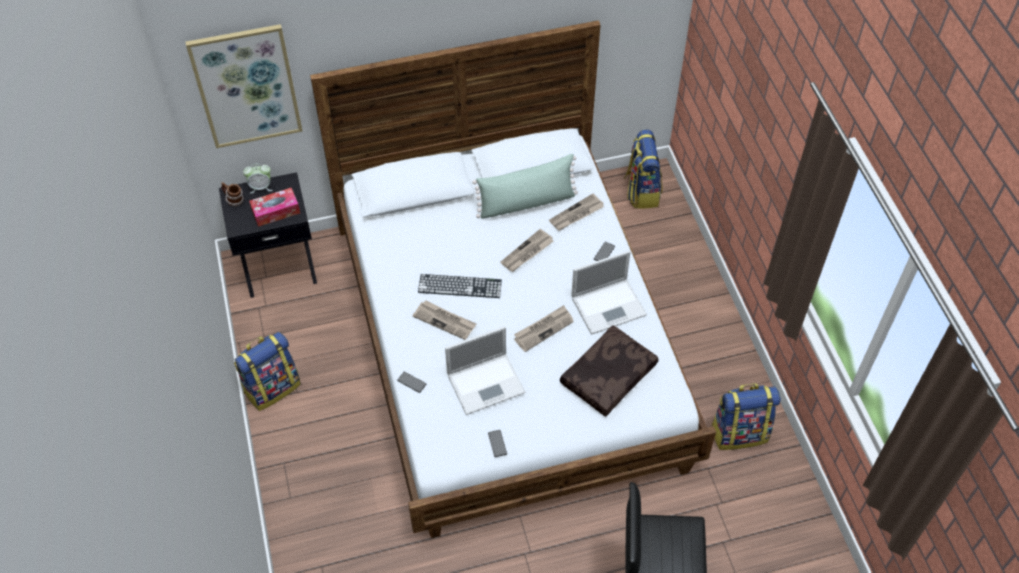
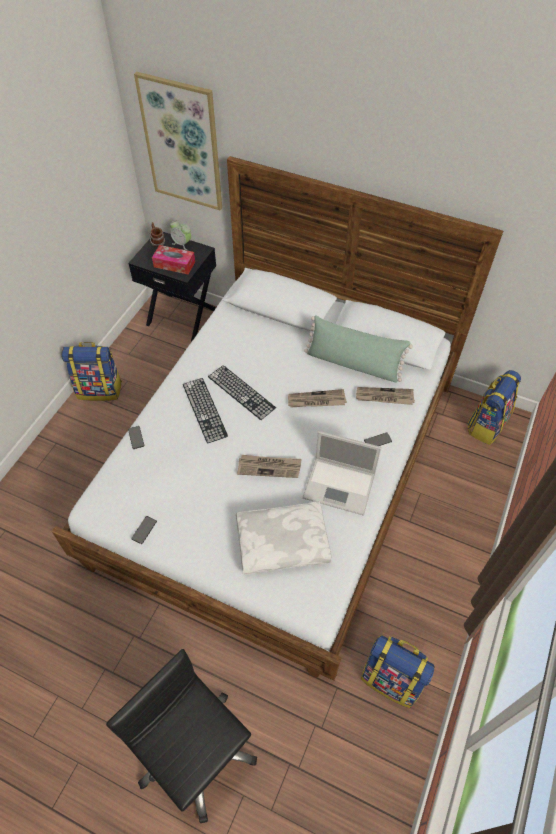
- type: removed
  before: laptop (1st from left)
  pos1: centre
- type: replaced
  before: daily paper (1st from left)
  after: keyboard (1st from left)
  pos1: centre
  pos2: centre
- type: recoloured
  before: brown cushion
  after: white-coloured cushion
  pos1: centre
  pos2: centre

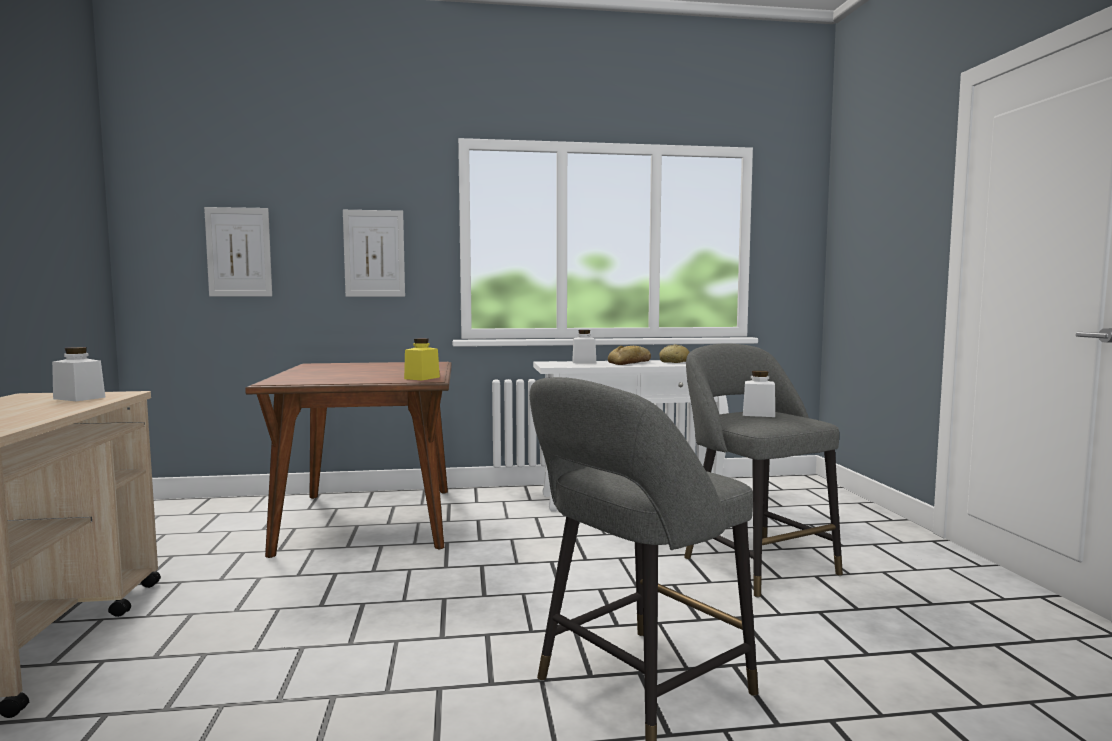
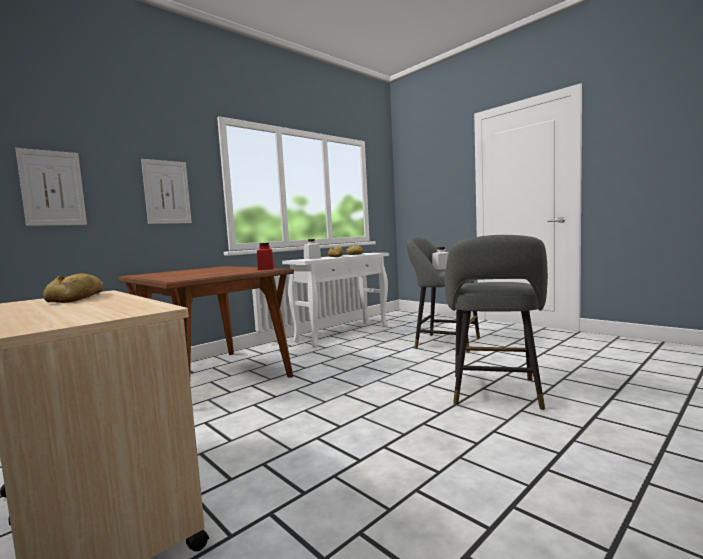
- type: replaced
  before: white-coloured preserve jar (1st from left)
  after: baked bread (1st from left)
  pos1: middle left
  pos2: middle left
- type: recoloured
  before: yellow preserve jar
  after: reddish preserve jar
  pos1: centre
  pos2: centre

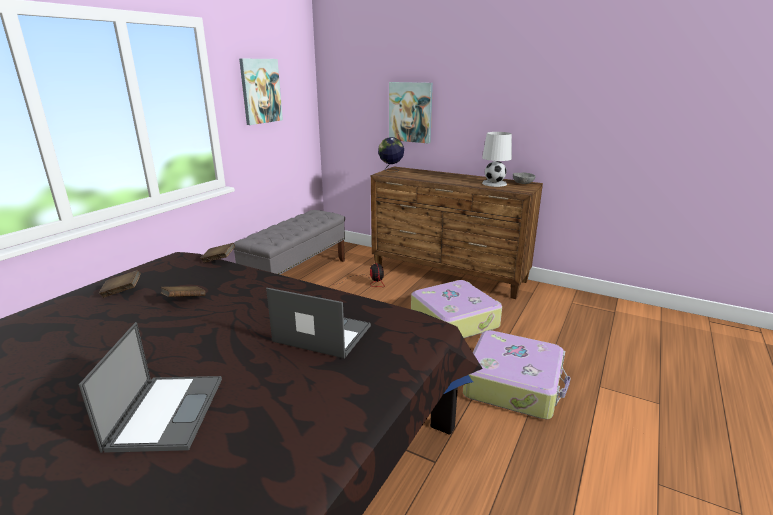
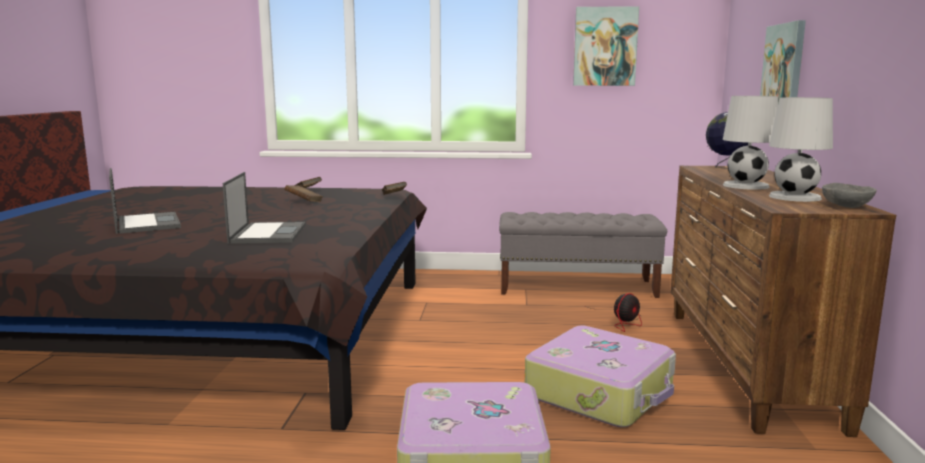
- type: added
  after: white-coloured table lamp (1st from left)
  pos2: top right
- type: turned
  before: laptop (1st from left)
  pos1: bottom left
  pos2: middle left
  turn: -90

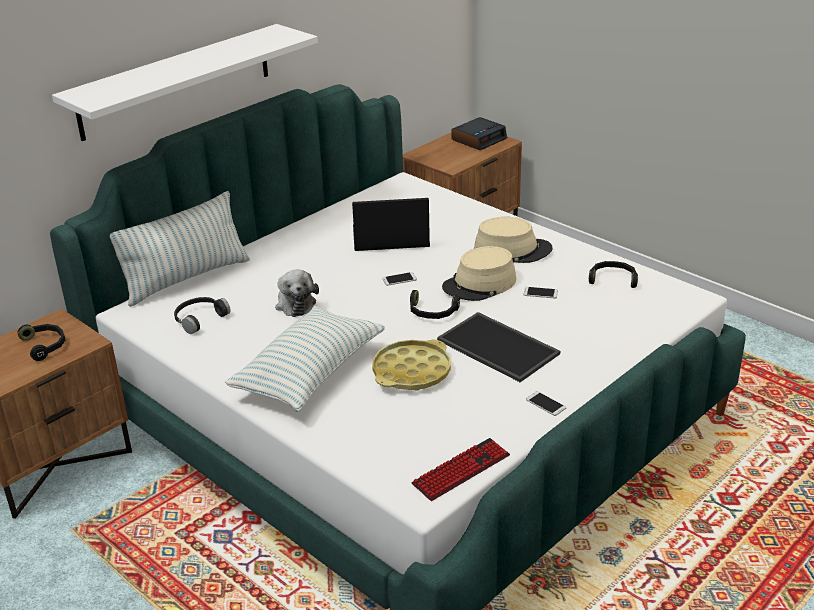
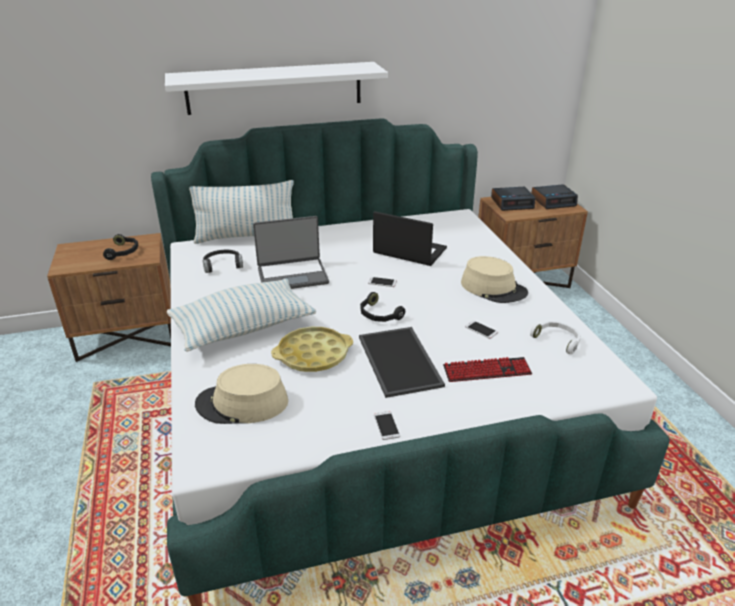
- type: added
  after: alarm clock (1st from left)
  pos2: top right
- type: moved
  before: keyboard
  pos1: bottom centre
  pos2: centre
- type: moved
  before: sand-coloured hat (1st from left)
  pos1: centre
  pos2: middle left
- type: replaced
  before: plush toy
  after: laptop (1st from left)
  pos1: centre
  pos2: centre
- type: recoloured
  before: black headset (4th from left)
  after: white-coloured headset
  pos1: middle right
  pos2: middle right

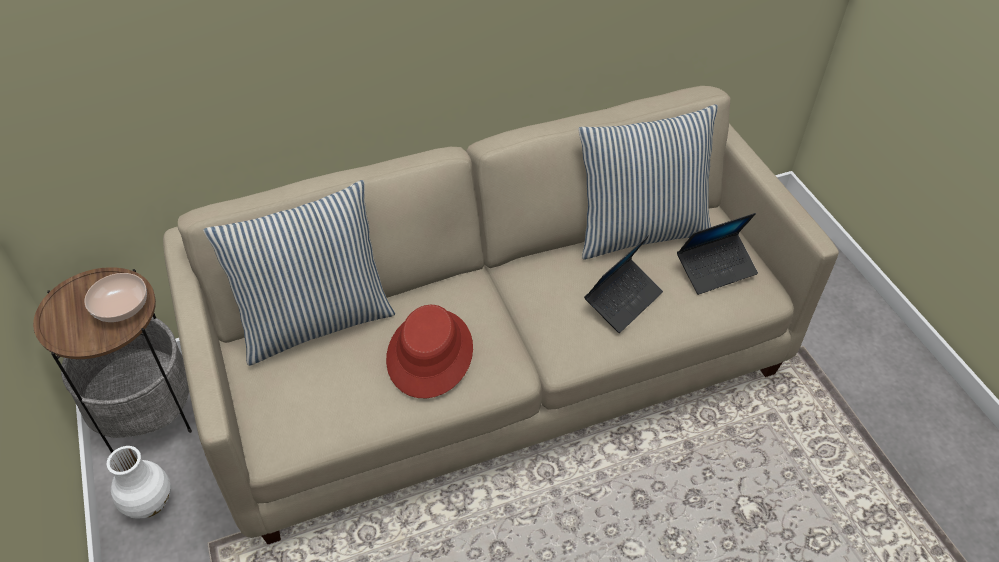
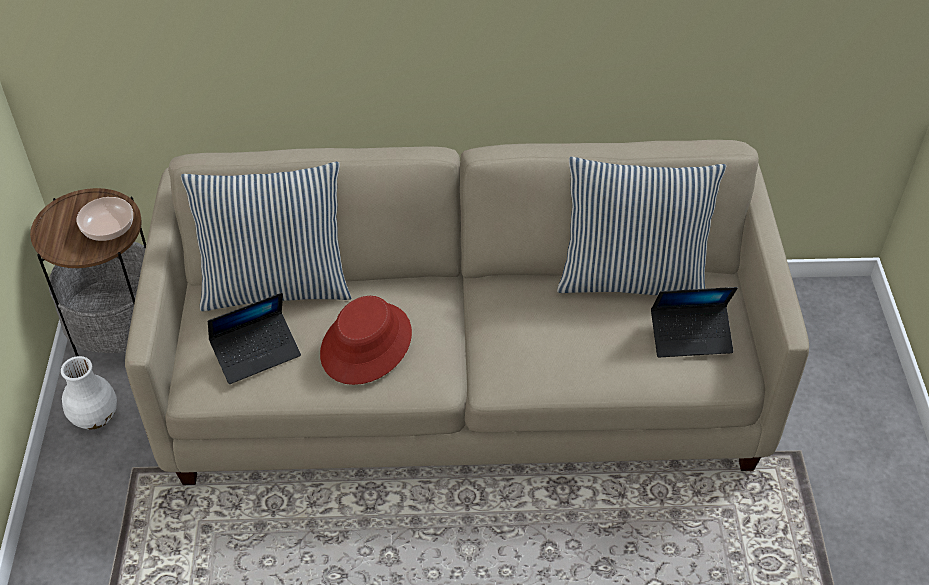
- type: moved
  before: laptop (1st from left)
  pos1: centre
  pos2: middle left

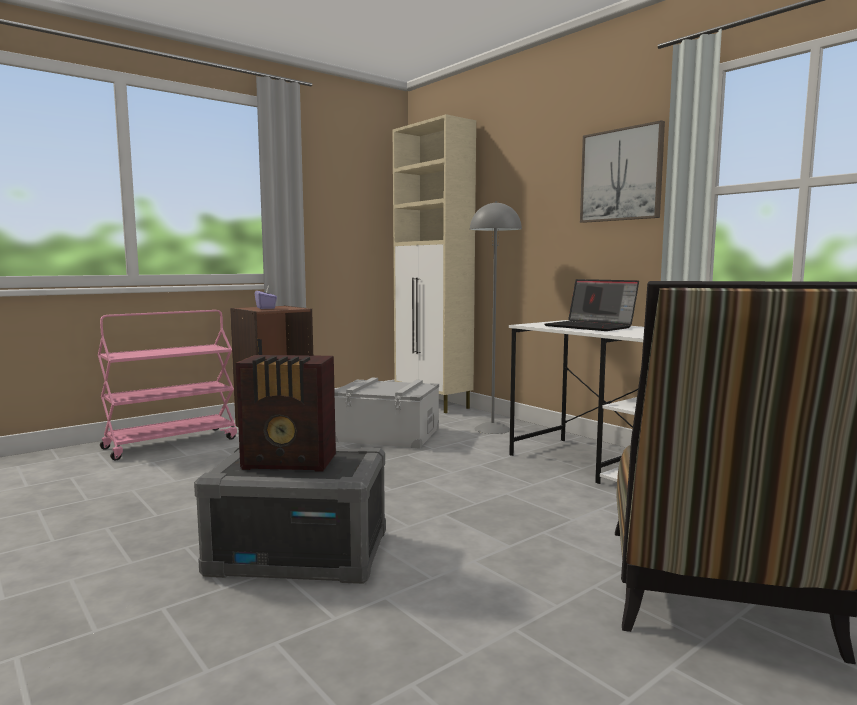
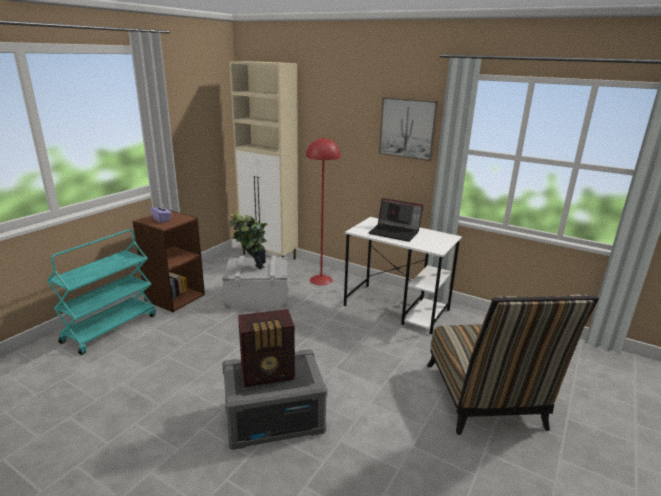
- type: added
  after: houseplant
  pos2: centre
- type: recoloured
  before: pink cart
  after: turquoise-coloured cart
  pos1: middle left
  pos2: middle left
- type: recoloured
  before: gray standard lamp
  after: reddish standard lamp
  pos1: centre
  pos2: centre

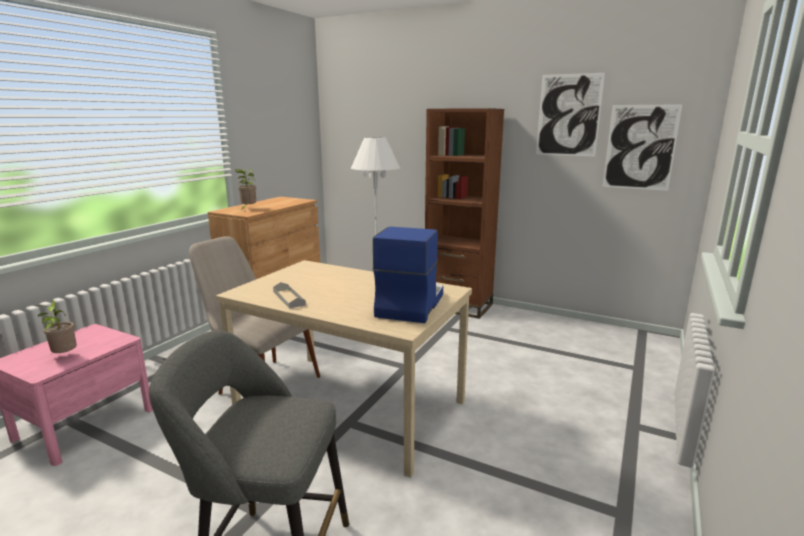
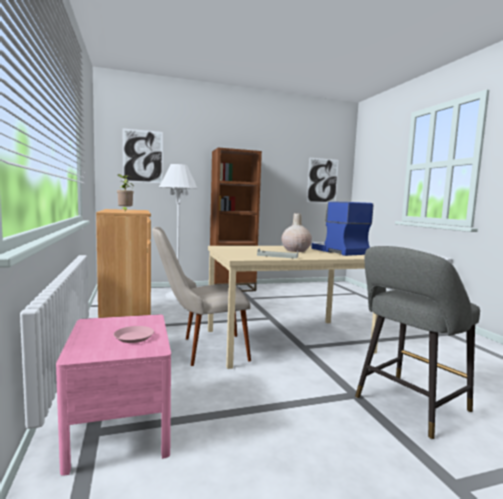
- type: added
  after: sand-coloured flower vase
  pos2: centre
- type: moved
  before: wall picture (1st from left)
  pos1: top right
  pos2: top left
- type: replaced
  before: houseplant (1st from left)
  after: pink flat dish
  pos1: middle left
  pos2: bottom left

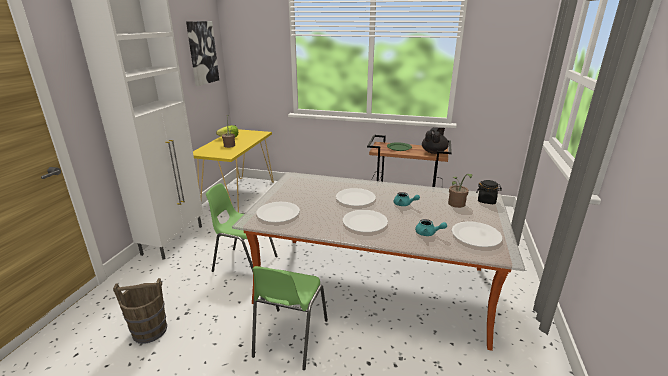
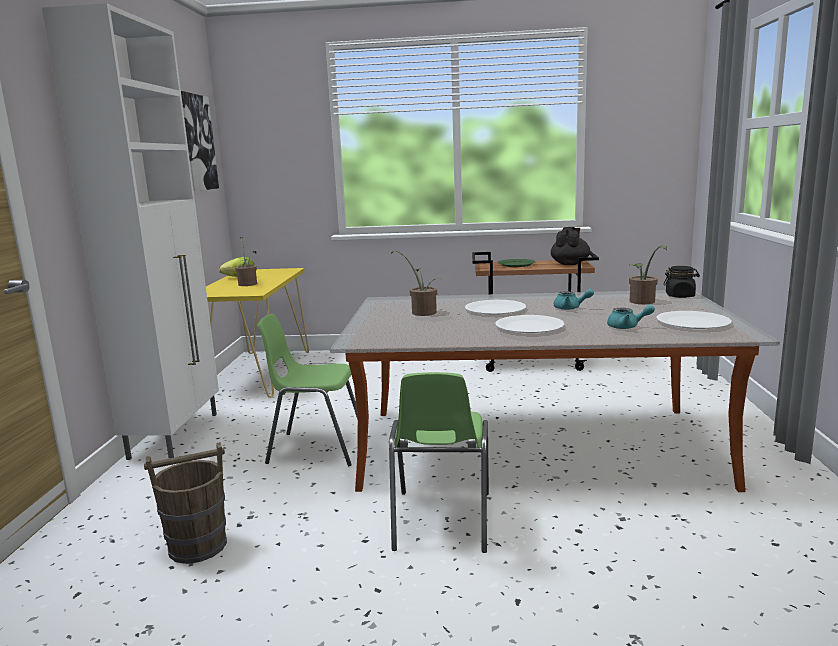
- type: removed
  before: white-coloured flat dish (1st from left)
  pos1: centre
- type: added
  after: houseplant (2nd from left)
  pos2: centre

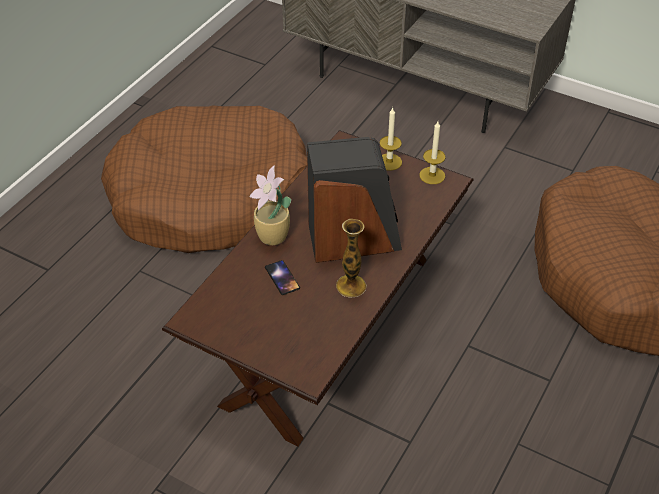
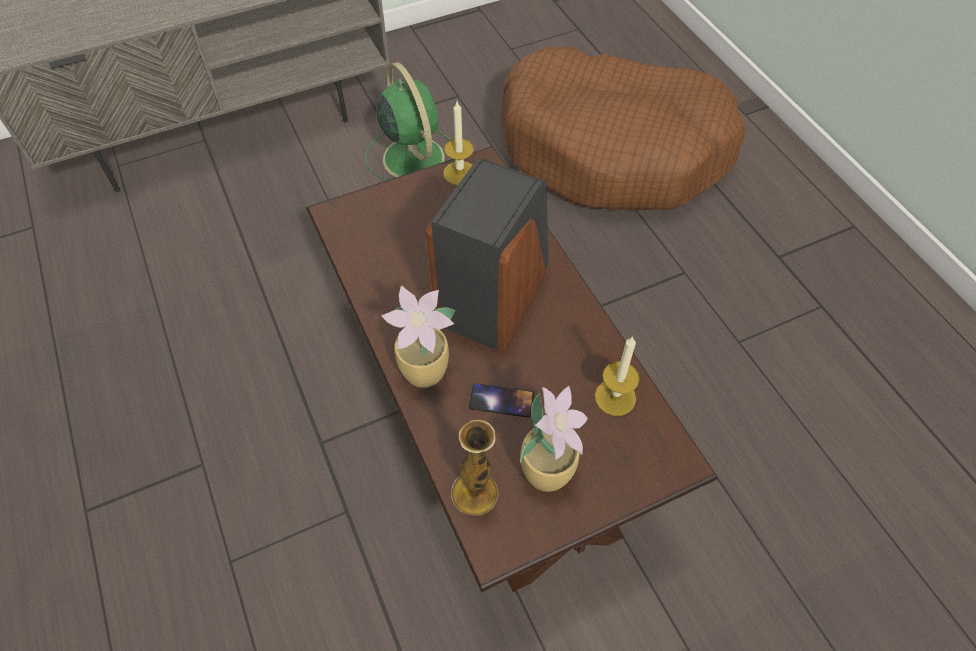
- type: removed
  before: brown dog bed (1st from left)
  pos1: middle left
- type: added
  after: green fan
  pos2: top centre
- type: added
  after: houseplant (2nd from left)
  pos2: bottom centre
- type: moved
  before: flower vase
  pos1: centre
  pos2: bottom centre
- type: moved
  before: wax light (1st from left in the first image)
  after: wax light (2nd from left)
  pos1: top centre
  pos2: centre

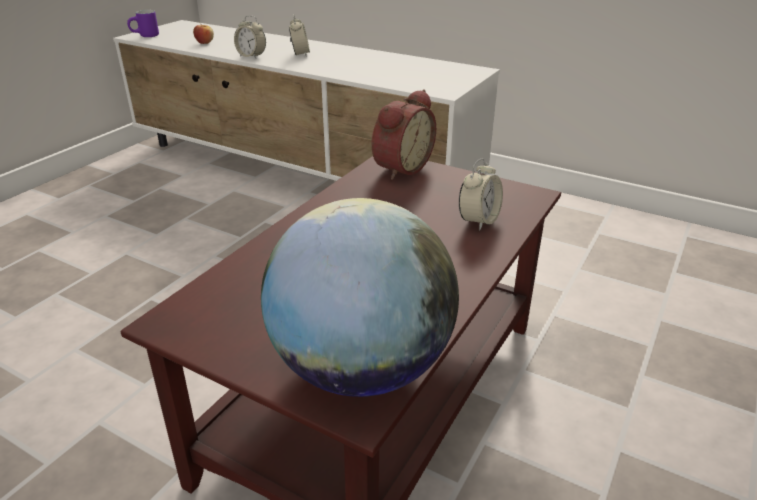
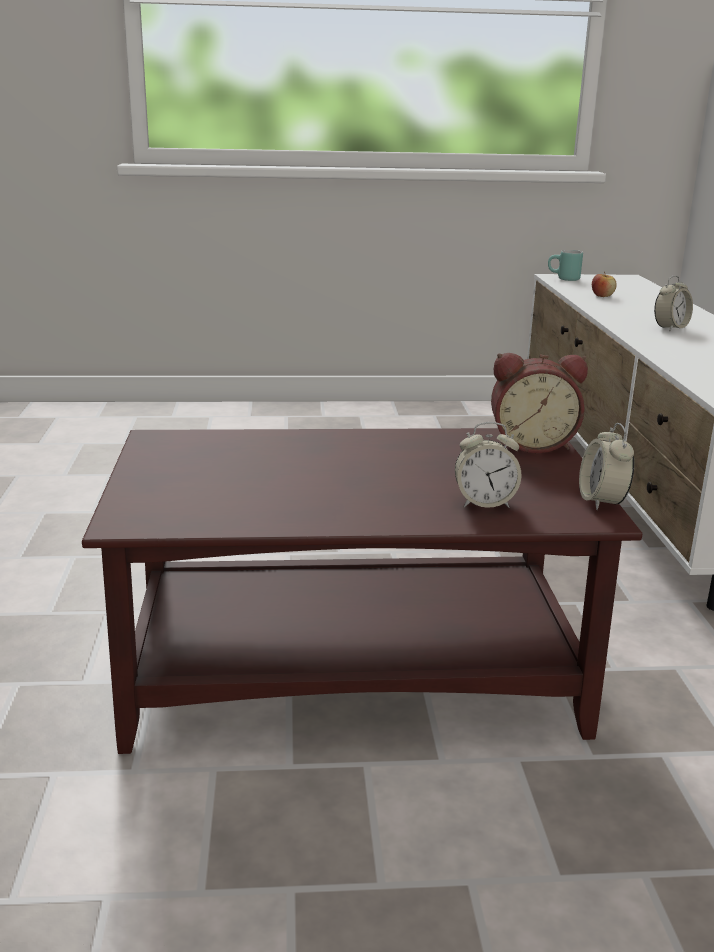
- type: removed
  before: globe
  pos1: centre
- type: moved
  before: alarm clock (1st from left in the first image)
  after: alarm clock (3rd from left)
  pos1: top left
  pos2: middle right
- type: recoloured
  before: purple-coloured coffee mug
  after: turquoise-coloured coffee mug
  pos1: top left
  pos2: top right

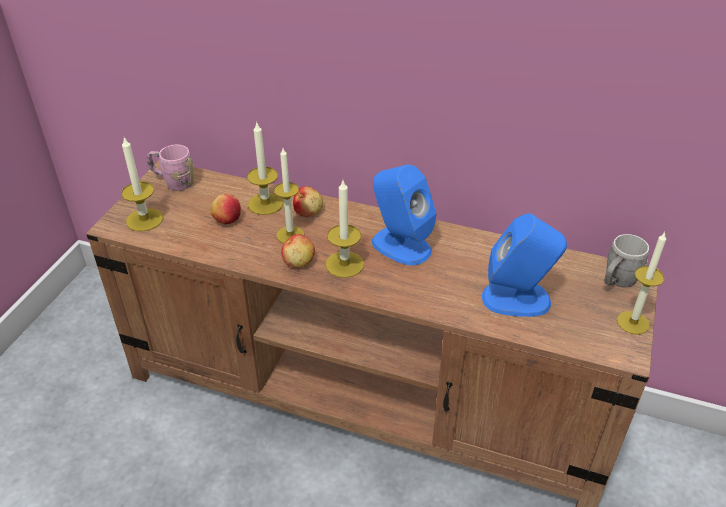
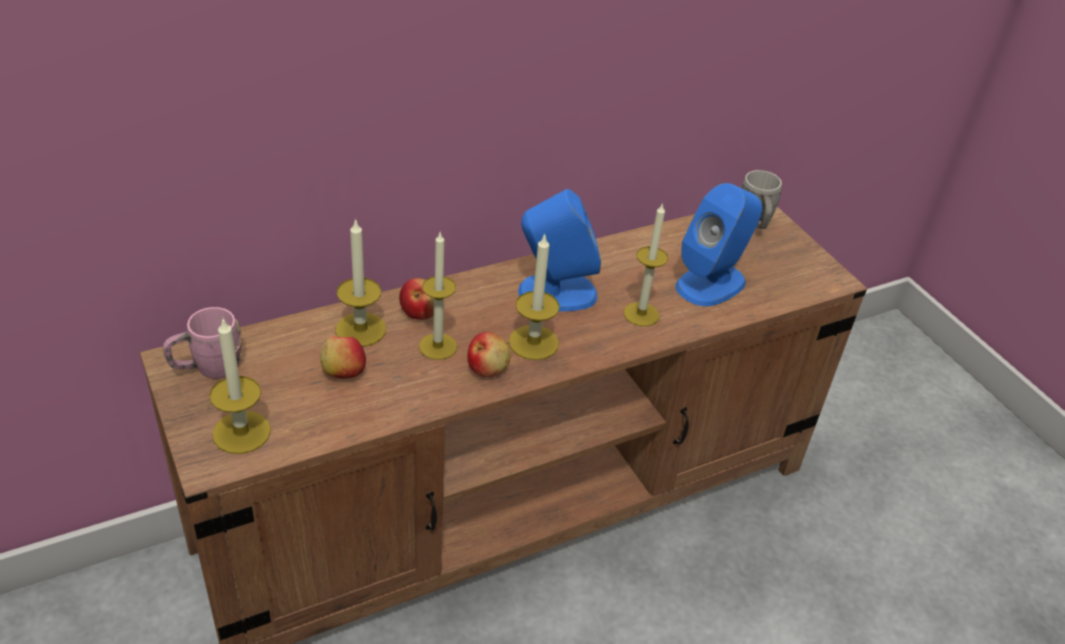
- type: moved
  before: wax light (5th from left)
  pos1: middle right
  pos2: centre

